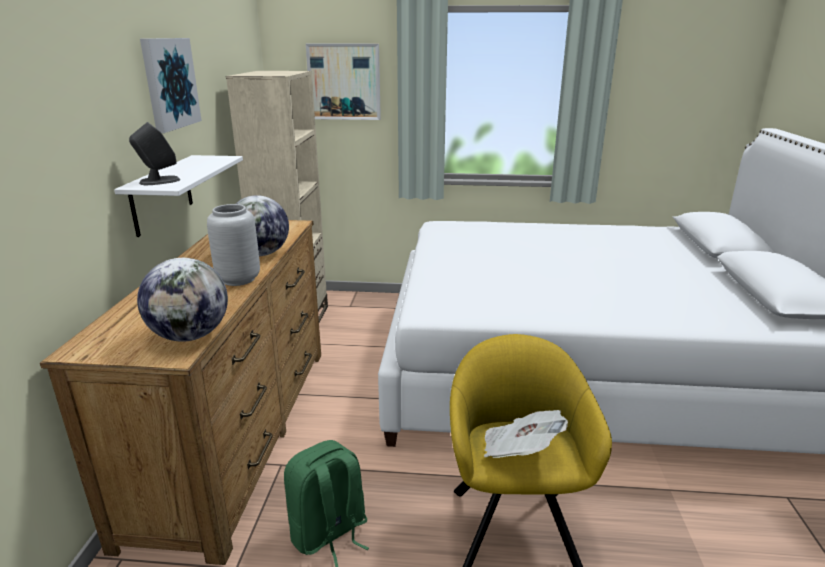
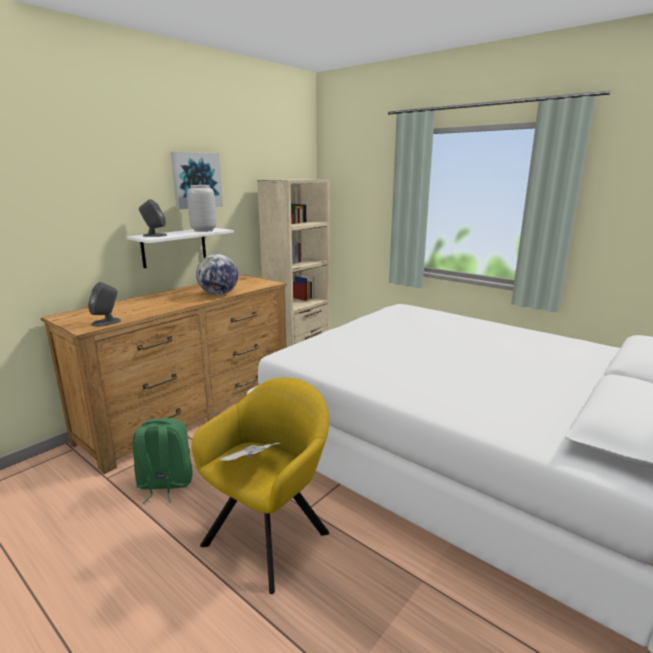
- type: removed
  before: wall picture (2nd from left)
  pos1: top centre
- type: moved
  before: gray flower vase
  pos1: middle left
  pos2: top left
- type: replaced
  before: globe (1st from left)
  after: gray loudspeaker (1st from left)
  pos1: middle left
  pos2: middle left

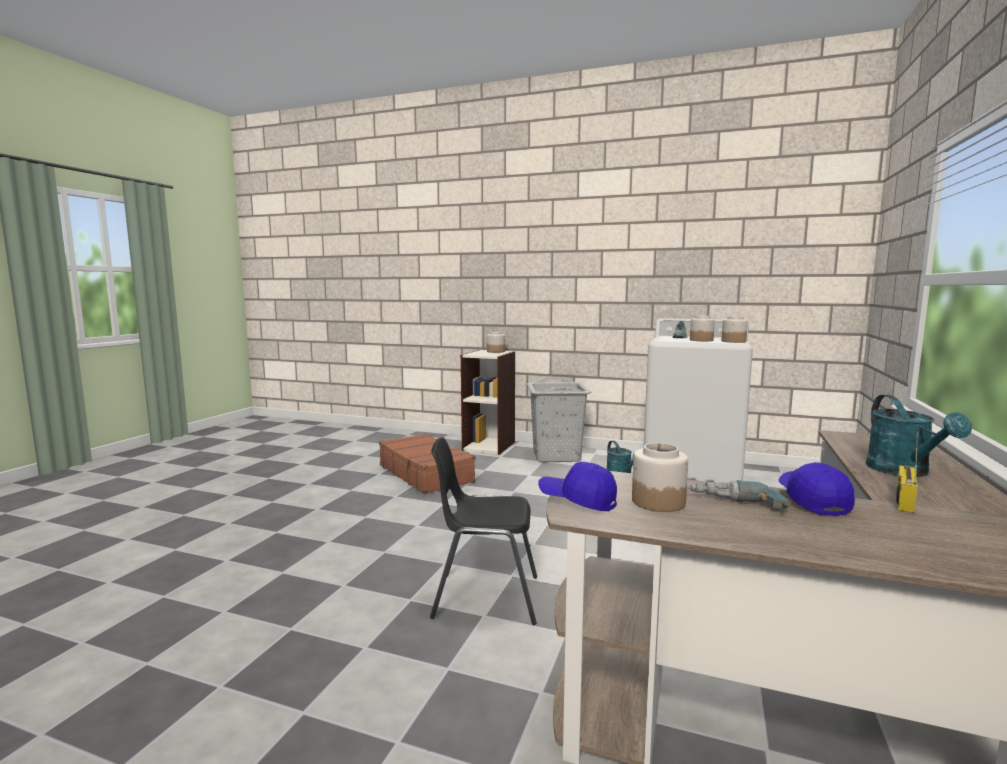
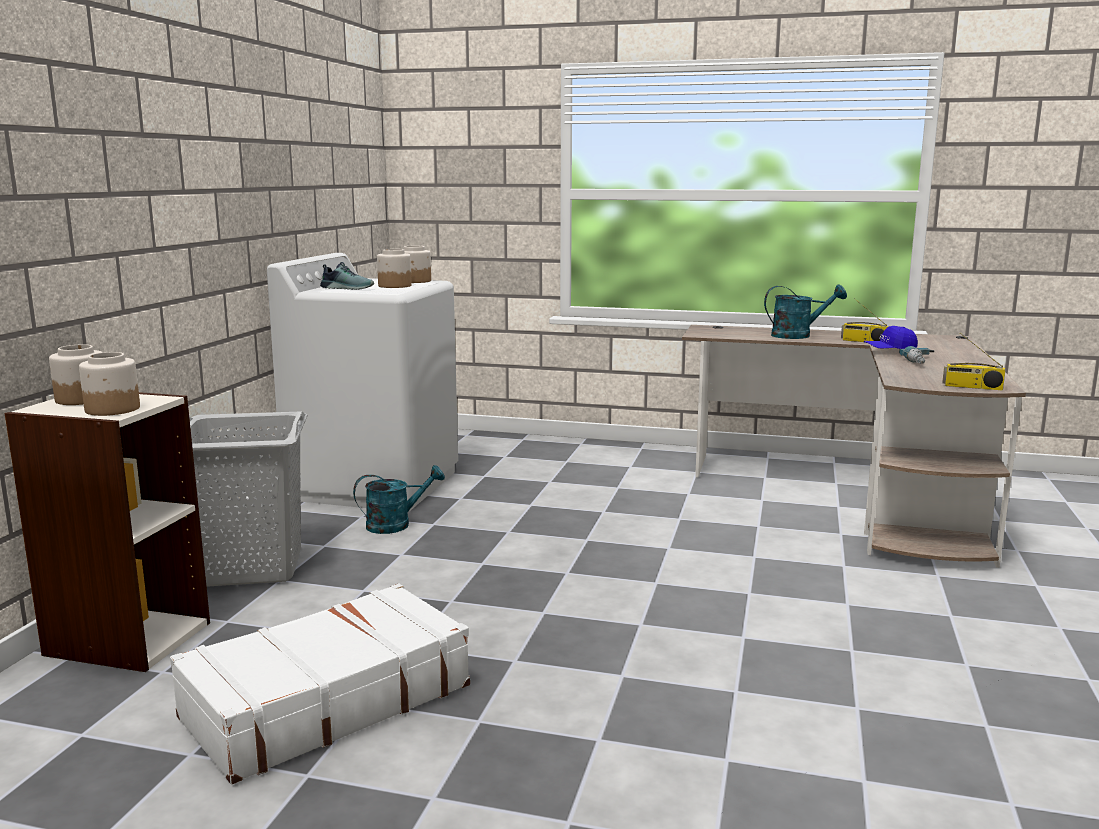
- type: removed
  before: black upright chair
  pos1: bottom centre
- type: moved
  before: preserve jar (2nd from left)
  pos1: centre
  pos2: middle left
- type: replaced
  before: blue peaked cap (1st from left)
  after: radio (2nd from left)
  pos1: centre
  pos2: middle right
- type: recoloured
  before: brown piece of luggage
  after: white-coloured piece of luggage
  pos1: centre
  pos2: bottom left

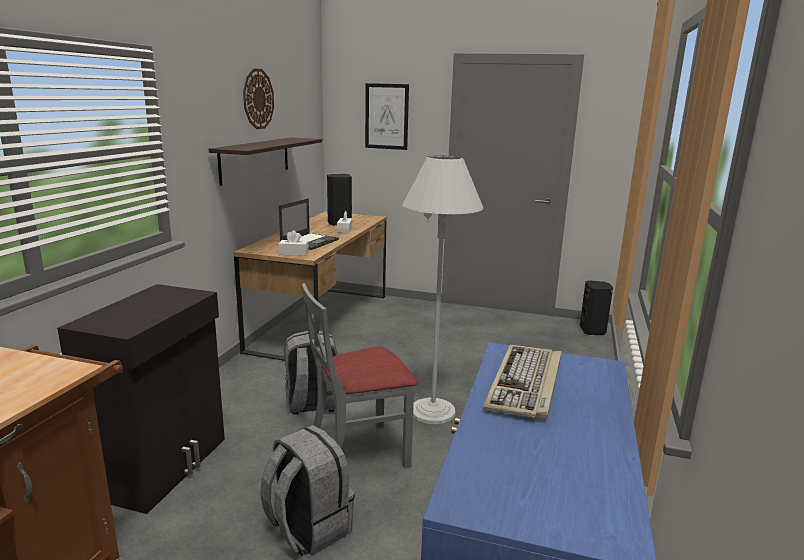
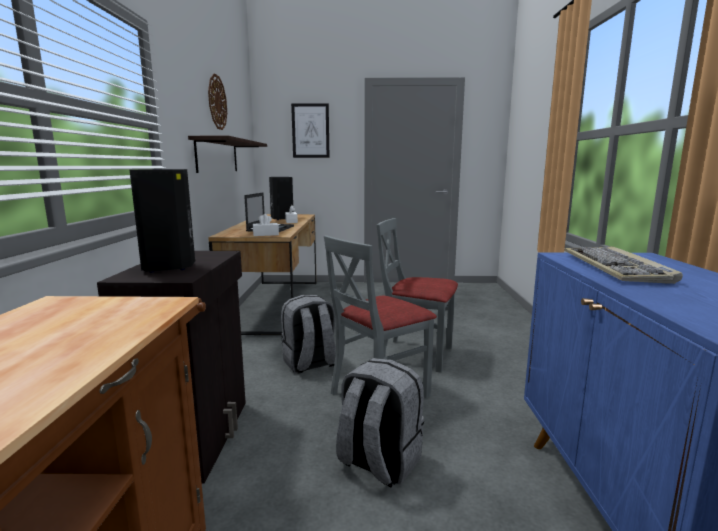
- type: moved
  before: black loudspeaker (2nd from left in the first image)
  after: black loudspeaker (1st from left)
  pos1: middle right
  pos2: middle left
- type: replaced
  before: white-coloured standard lamp
  after: gray upright chair (2nd from left)
  pos1: centre
  pos2: centre

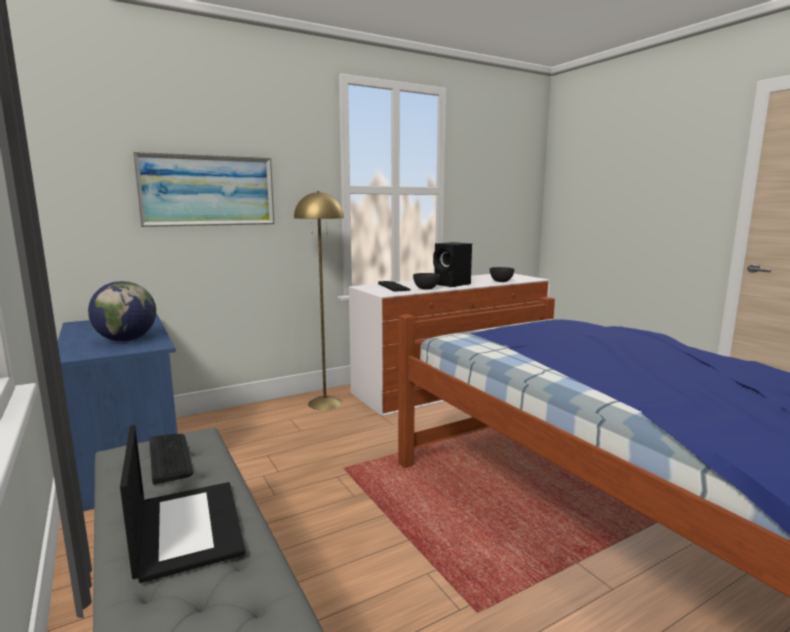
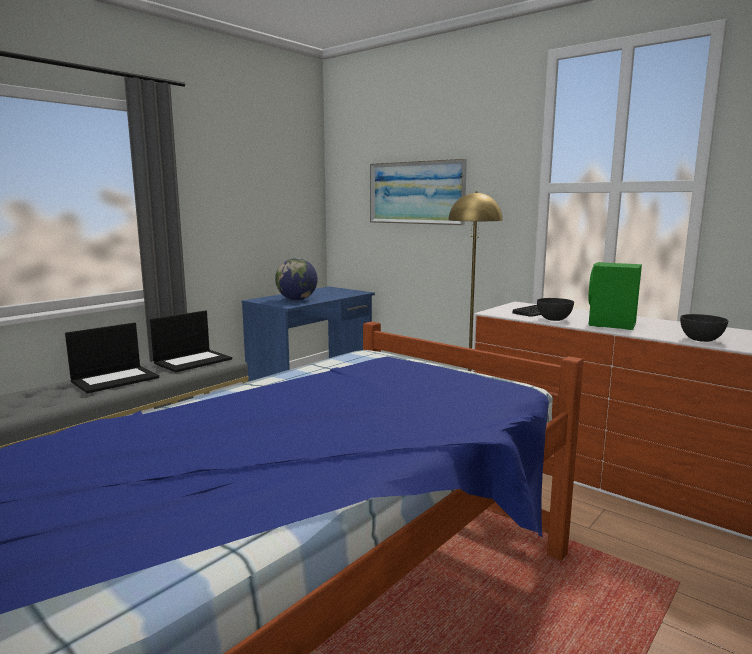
- type: replaced
  before: keyboard (1st from left)
  after: laptop (2nd from left)
  pos1: bottom left
  pos2: middle left
- type: recoloured
  before: black loudspeaker
  after: green loudspeaker
  pos1: centre
  pos2: middle right

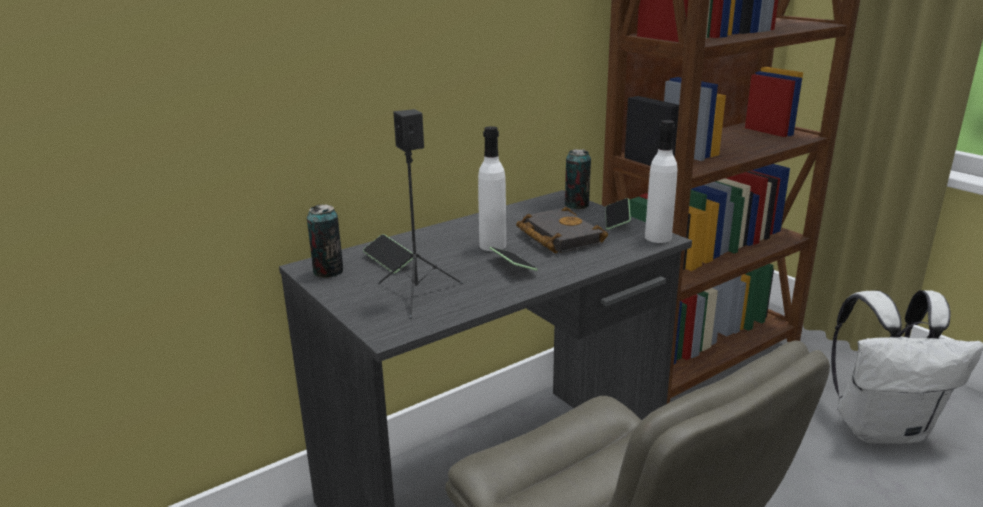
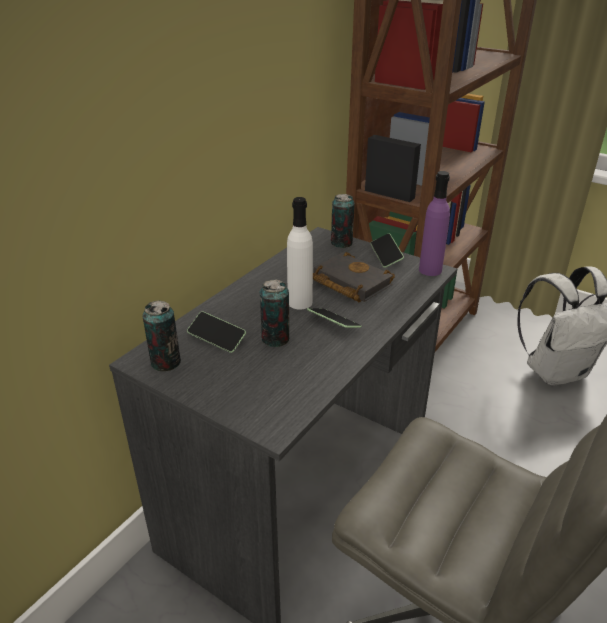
- type: removed
  before: black loudspeaker
  pos1: centre
- type: added
  after: sealed can (2nd from left)
  pos2: centre
- type: recoloured
  before: white-coloured beverage bottle (2nd from left)
  after: purple-coloured beverage bottle
  pos1: middle right
  pos2: middle right

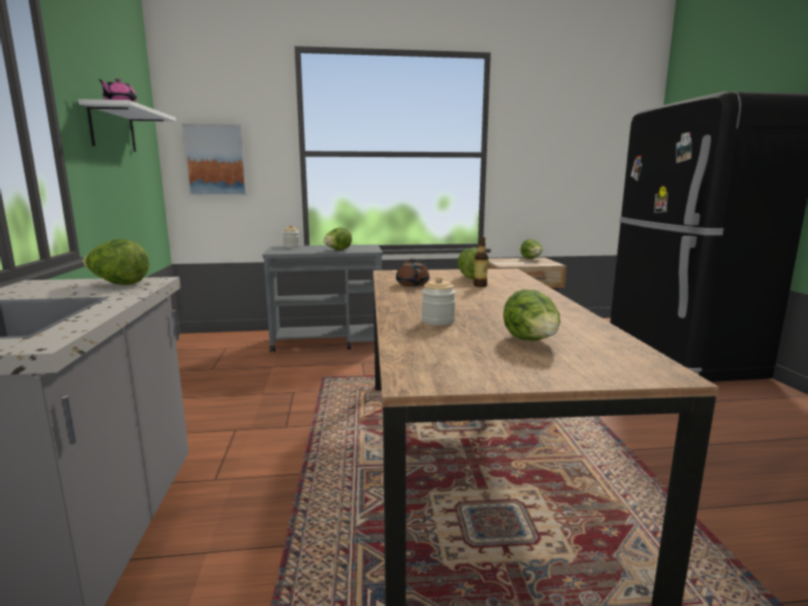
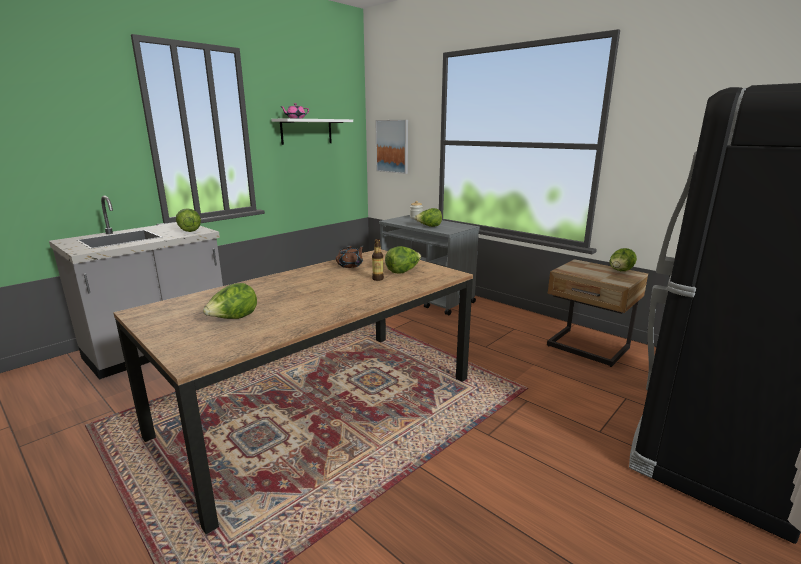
- type: removed
  before: preserve jar (2nd from left)
  pos1: centre

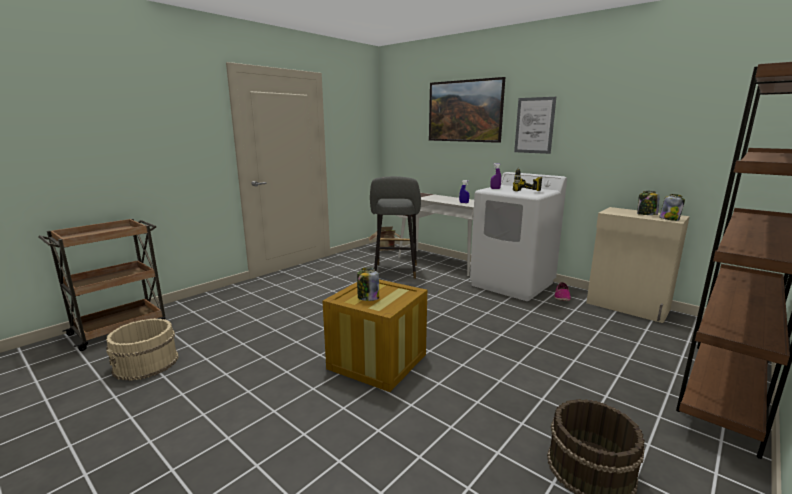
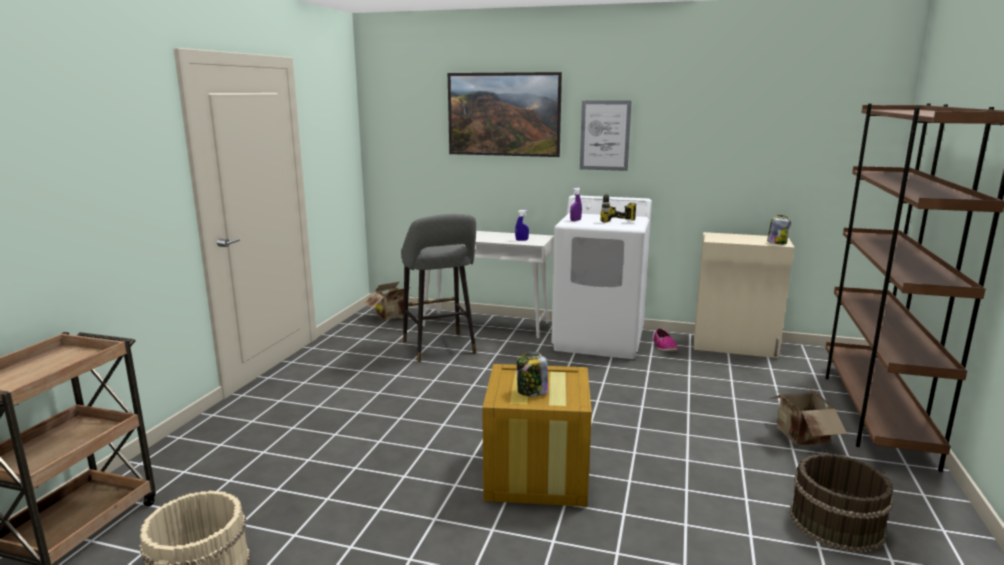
- type: removed
  before: preserve jar (2nd from left)
  pos1: middle right
- type: added
  after: carton (2nd from left)
  pos2: bottom right

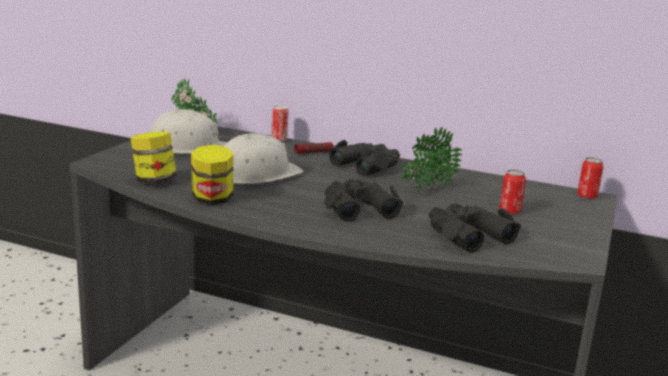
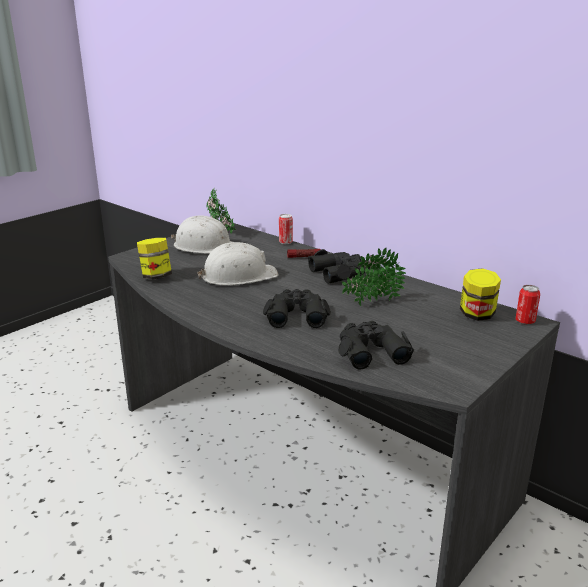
- type: removed
  before: sealed can (2nd from left)
  pos1: middle right
- type: moved
  before: preserve jar (2nd from left)
  pos1: middle left
  pos2: middle right

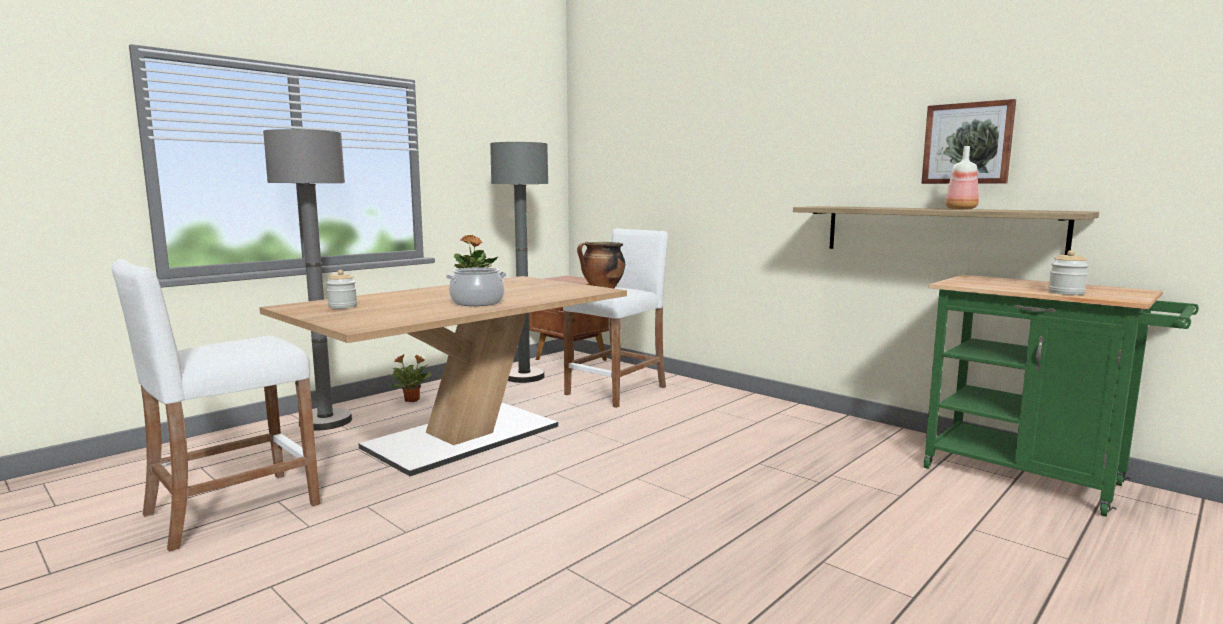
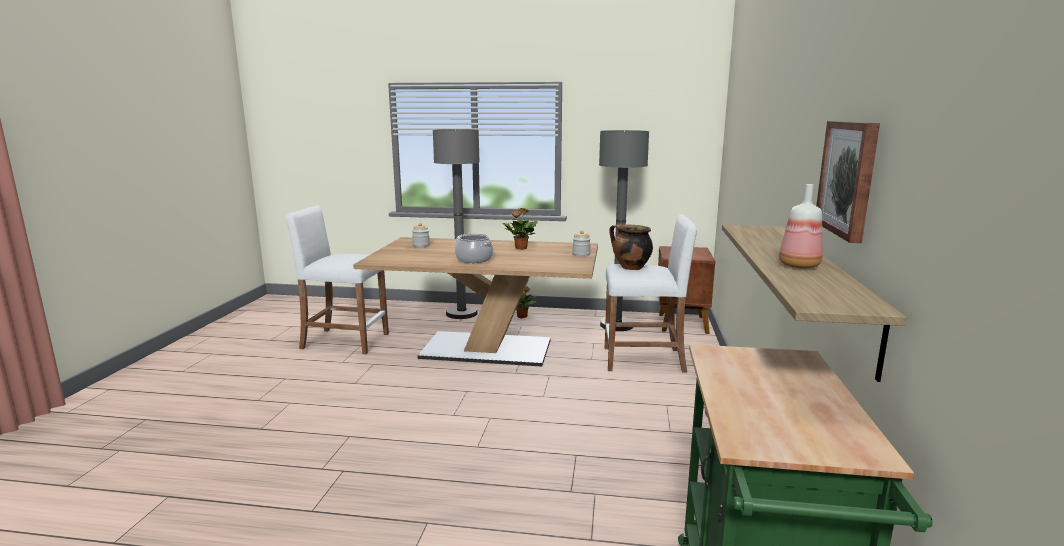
- type: moved
  before: preserve jar (2nd from left)
  pos1: middle right
  pos2: centre

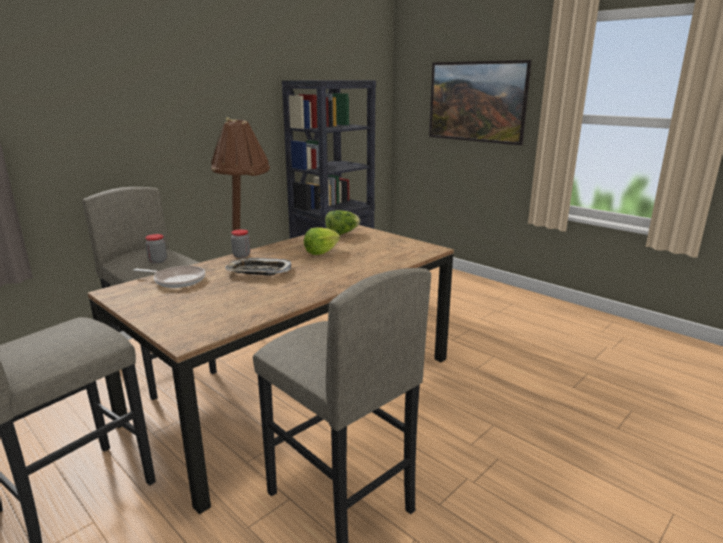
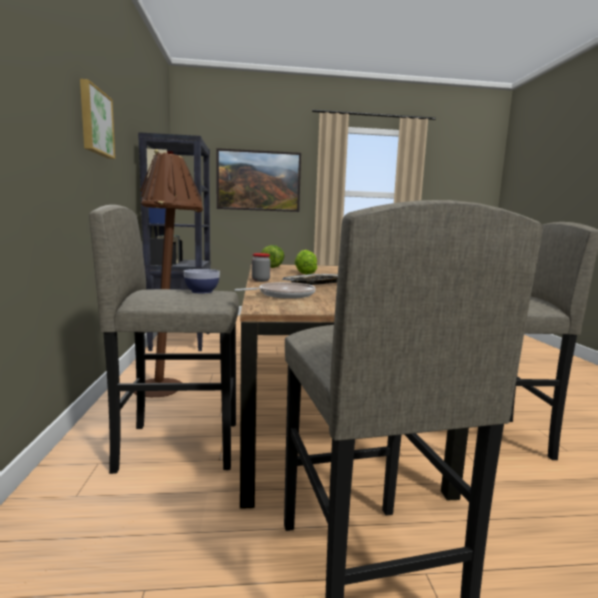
- type: added
  after: wall picture (1st from left)
  pos2: top left
- type: replaced
  before: preserve jar (1st from left)
  after: serving bowl
  pos1: middle left
  pos2: centre

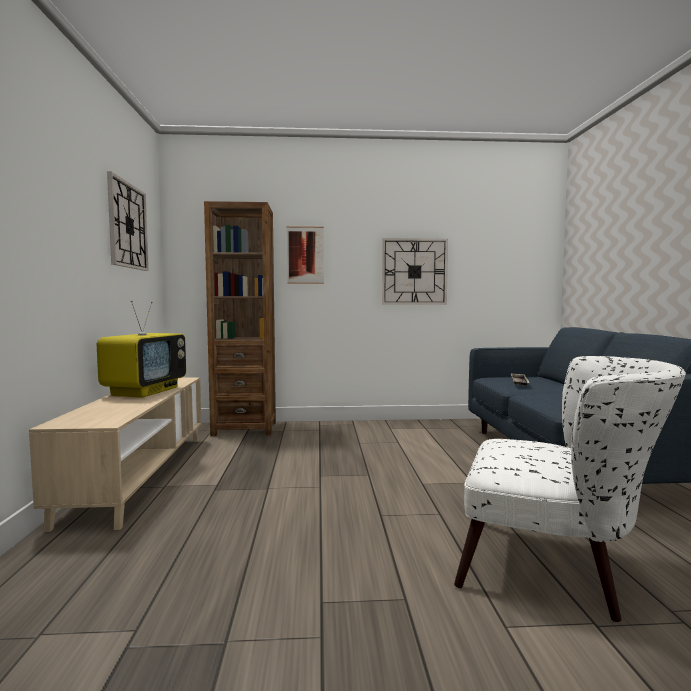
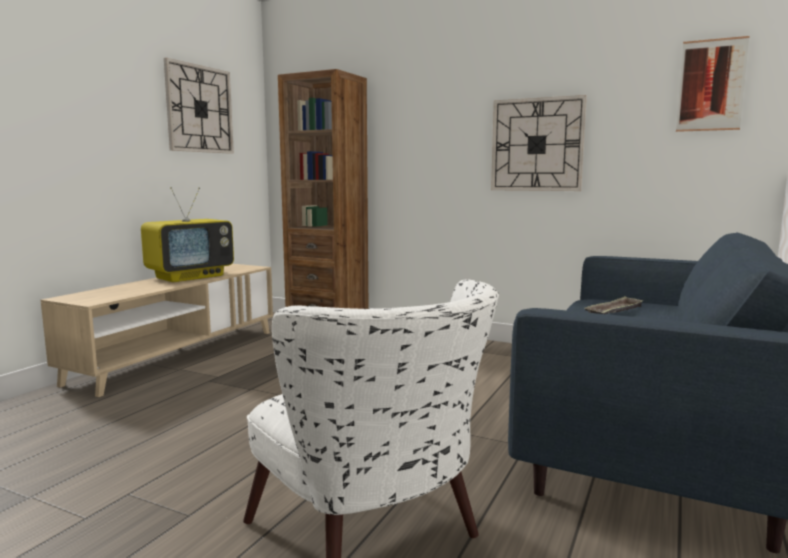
- type: moved
  before: wall picture
  pos1: centre
  pos2: top right

